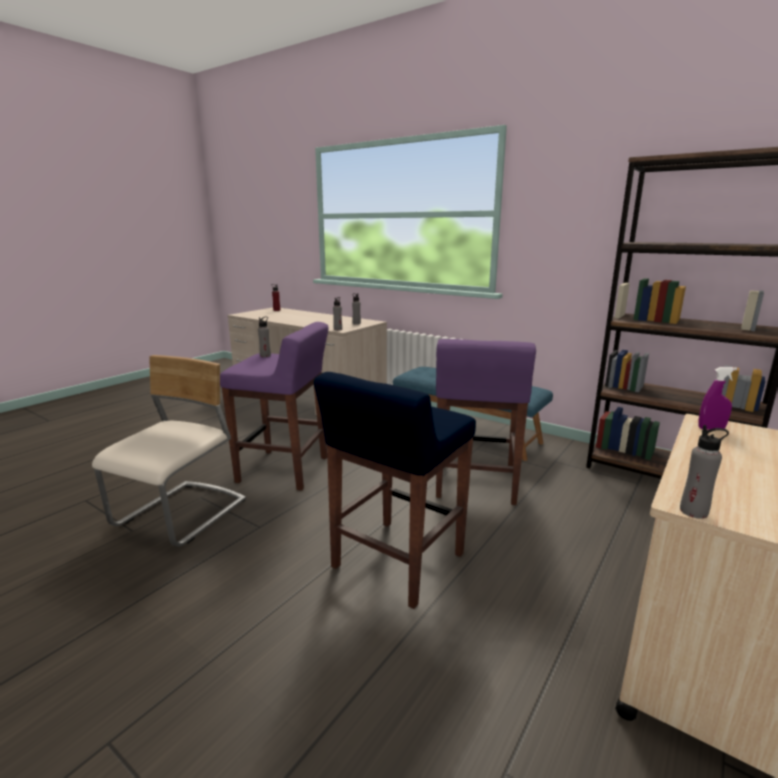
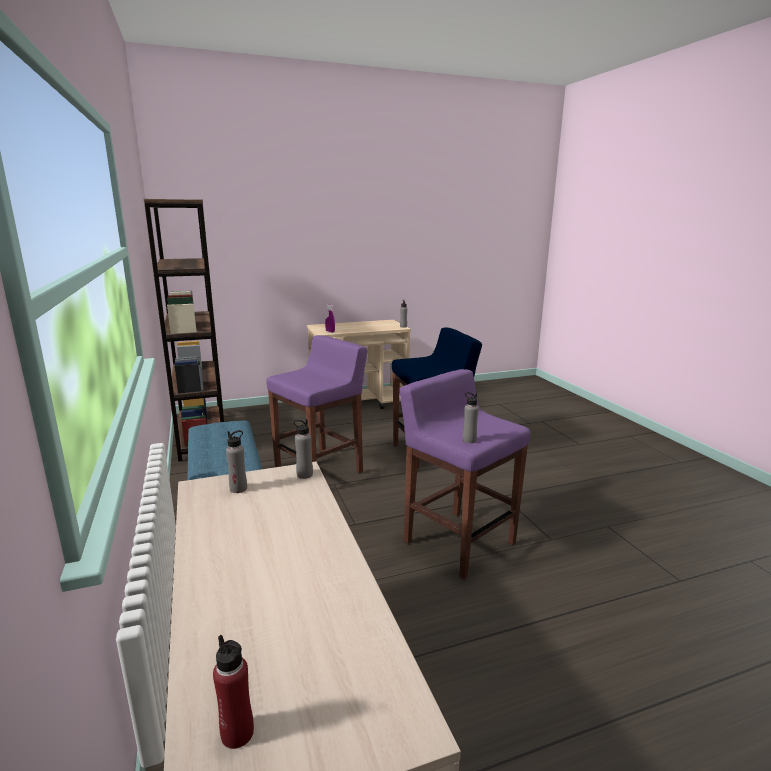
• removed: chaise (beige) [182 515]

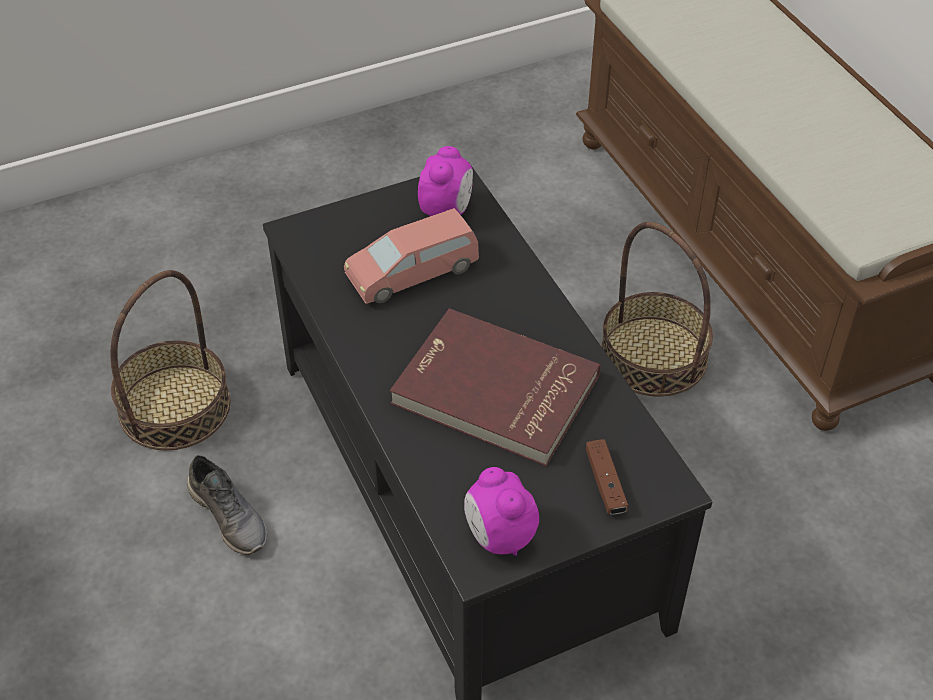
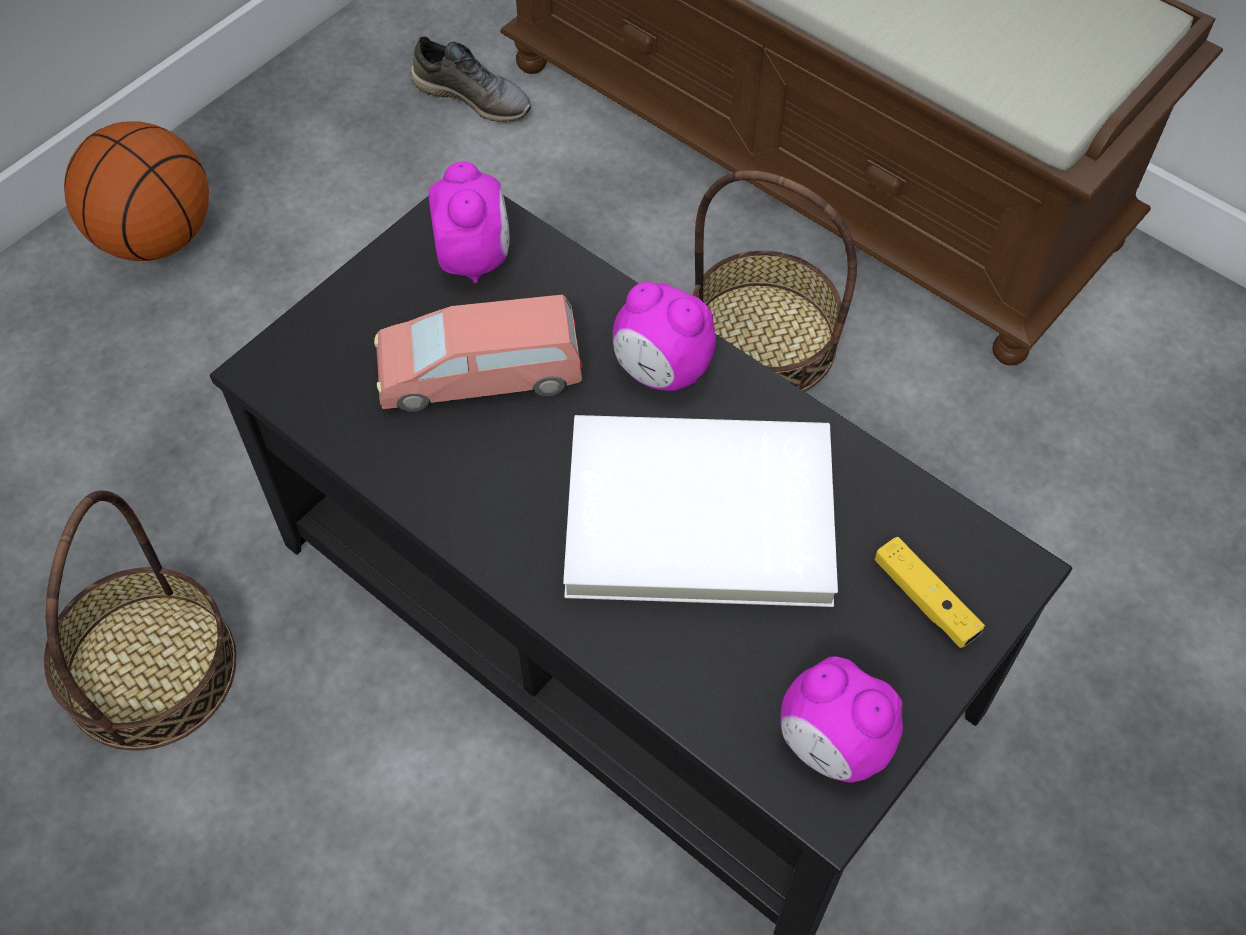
• added: ballon de basket [157 237]
• turned: petite voiture (rose) [412 273] = [480 374] 45 degrees clockwise
• moved: chaussure (gris) [230 515] to [473 96]
• recoloured: livre (rouge) [494 392] to livre (blanc) [699 520]
• added: réveil [661 371]
• recoloured: manette (marron) [605 483] to manette (jaune) [925 599]

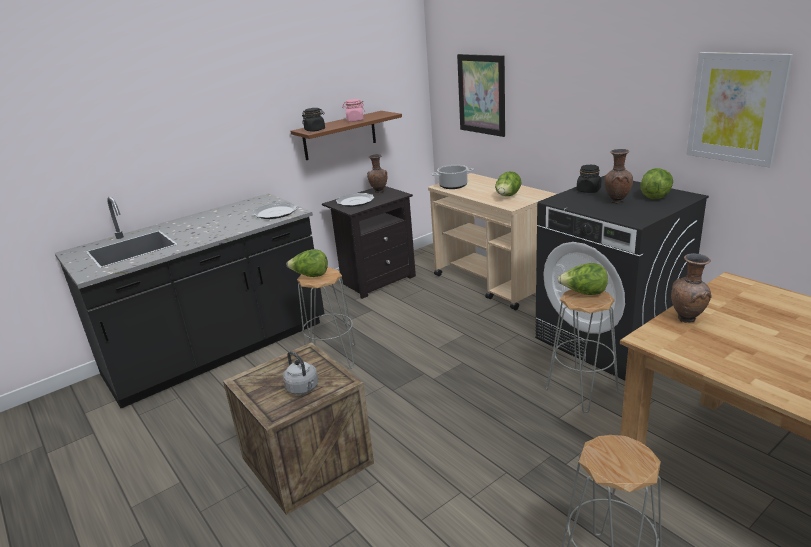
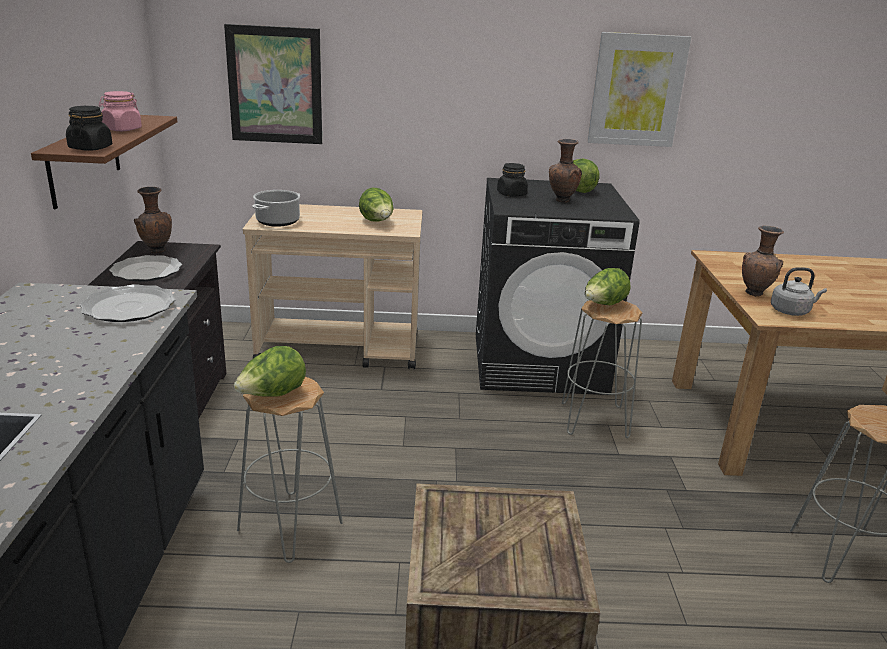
• moved: bouilloire (gris) [303 389] to [791 311]

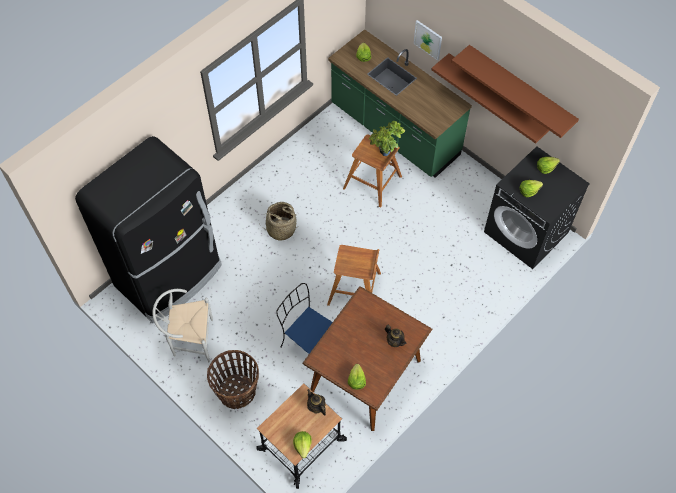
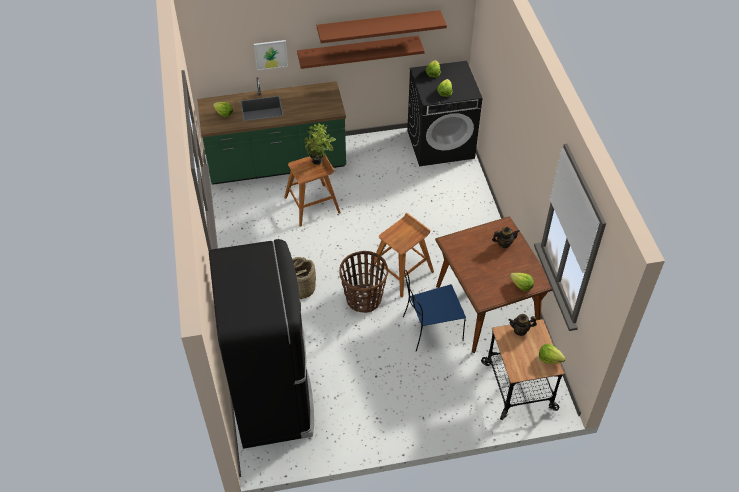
• moved: panier [237 391] to [363 298]
• removed: chaise (blanc) [189 340]

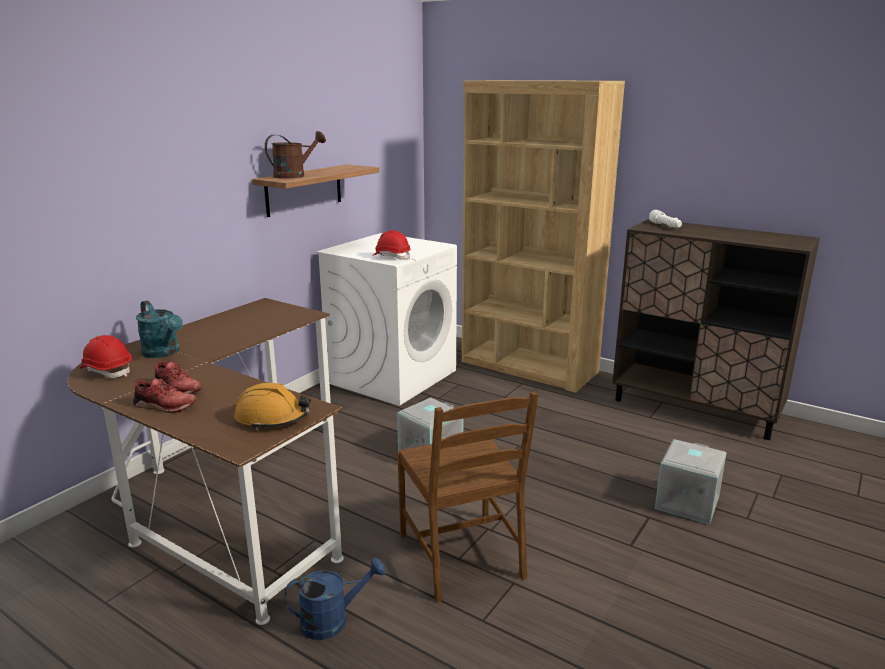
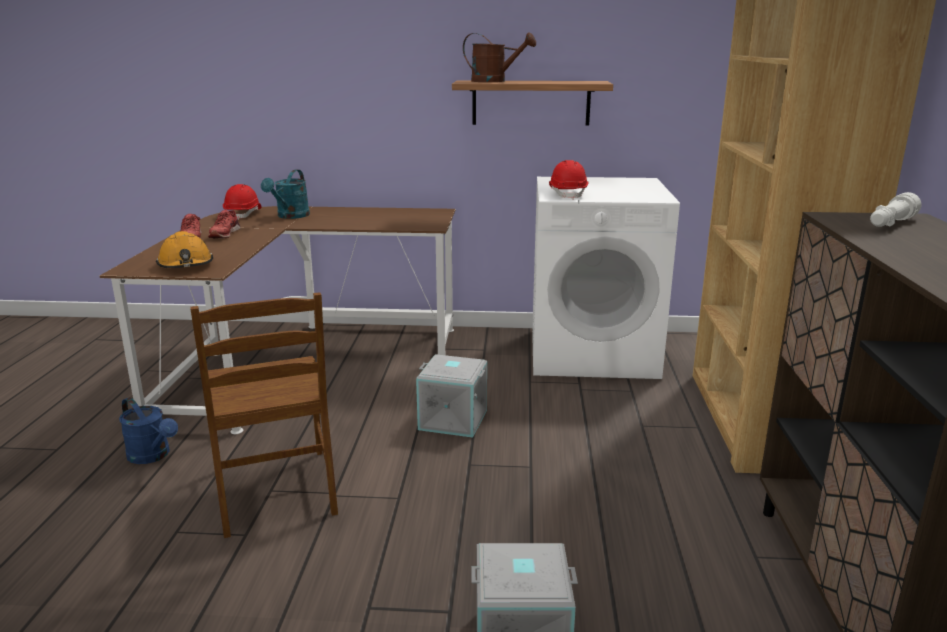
• turned: chaise (marron) [463 556] = [276 491] 60 degrees counterclockwise

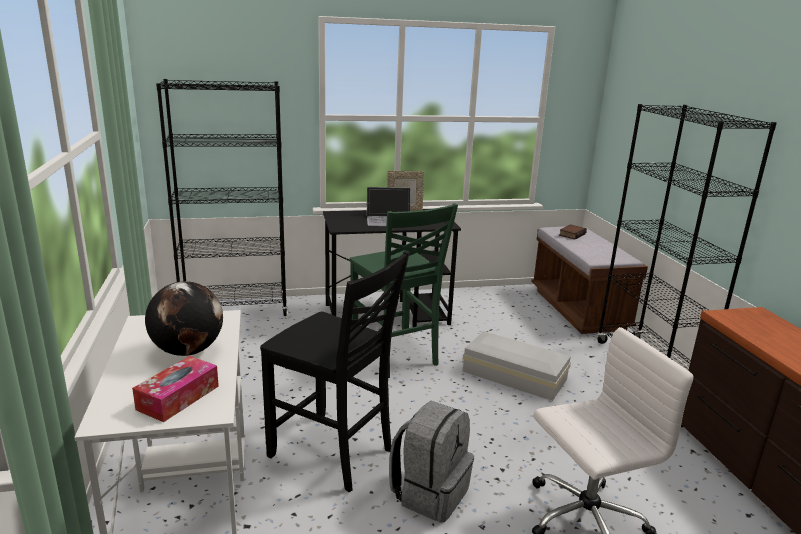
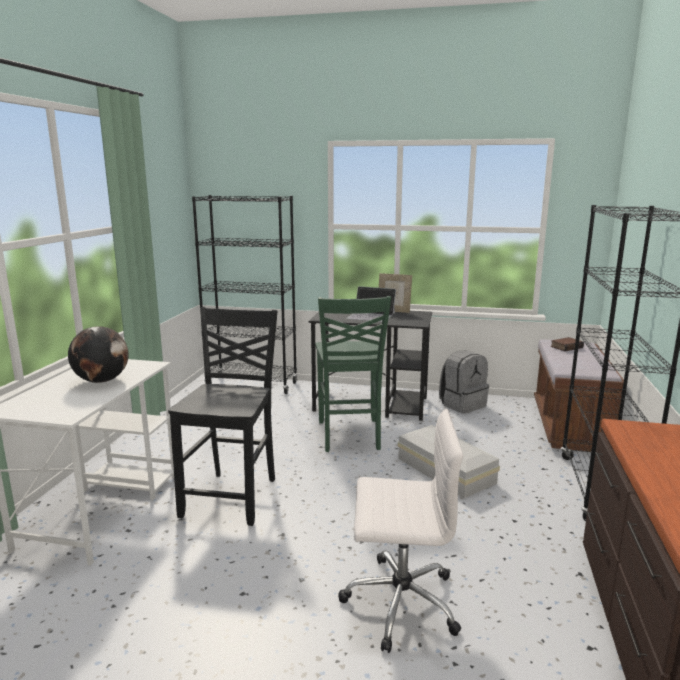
• turned: chaise (noir) [333 453] = [233 497] 135 degrees counterclockwise
• moved: sac à dos (gris) [430 493] to [462 404]
• removed: boîte à mouchoirs [178 397]

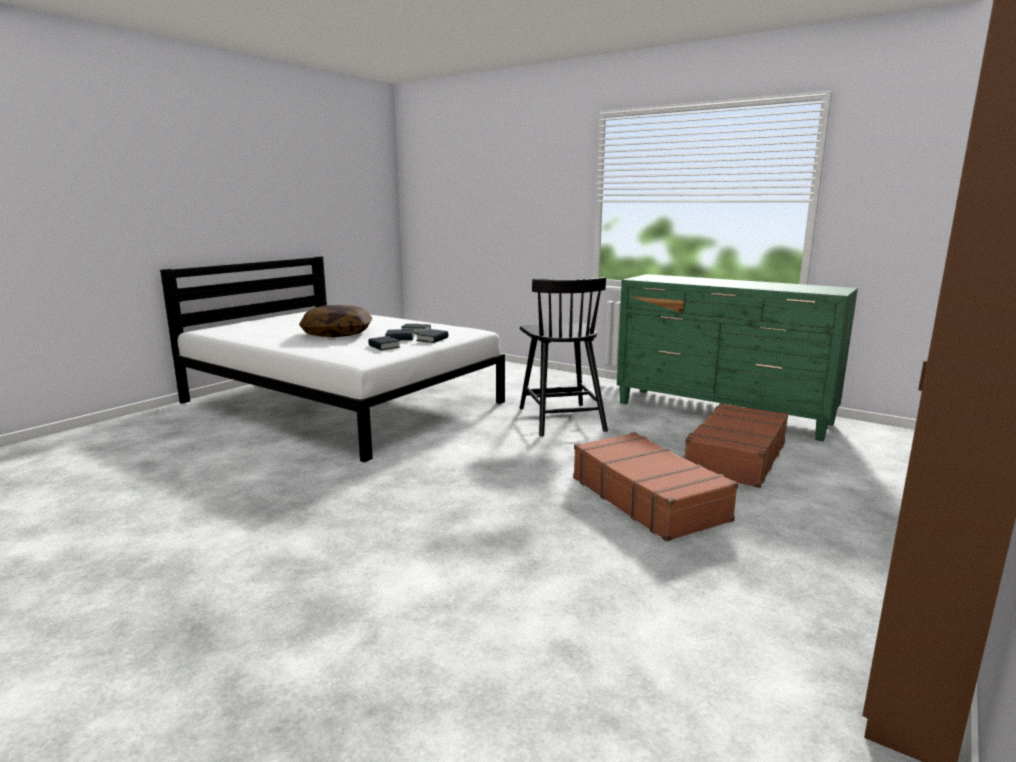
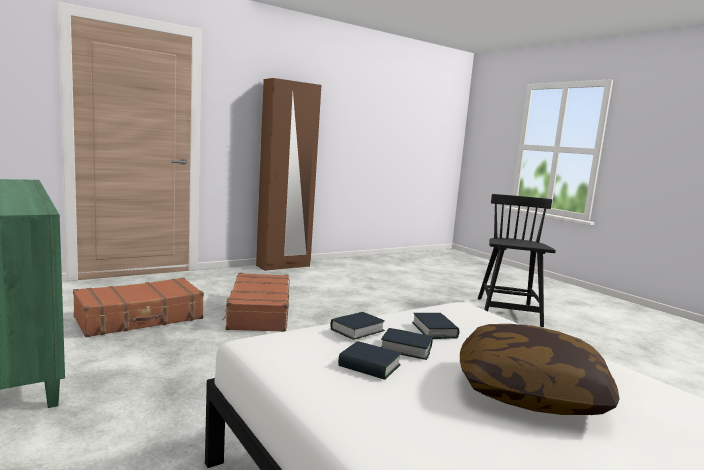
• moved: chaise (noir) [561 419] to [508 312]

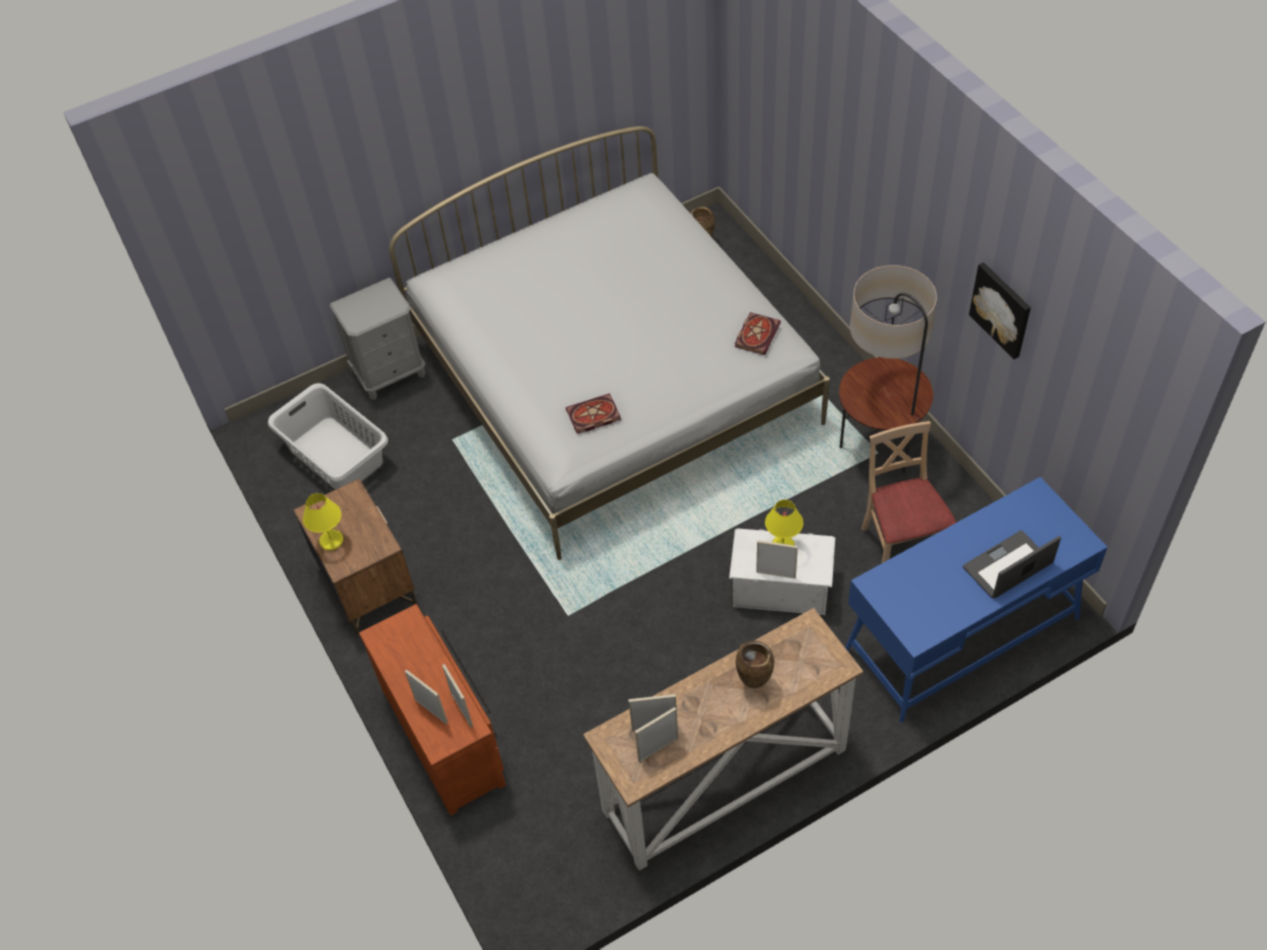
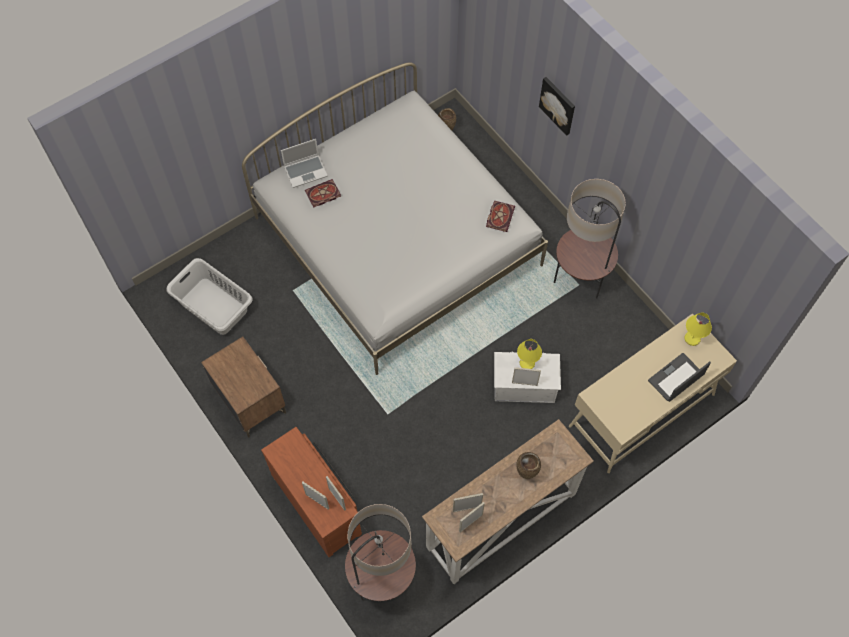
• added: ordinateur portable [306 171]
• moved: livre [592 416] to [322 194]
• added: lampadaire [382 581]
• moved: tableau [1002 309] to [558 105]
• recoloured: bureau (bleu) [961 633] to bureau (beige) [641 410]
• moved: lampe de table (jaune) [331 541] to [692 339]
• removed: table de chevet (gris) [390 373]
• removed: chaise (beige) [900 548]

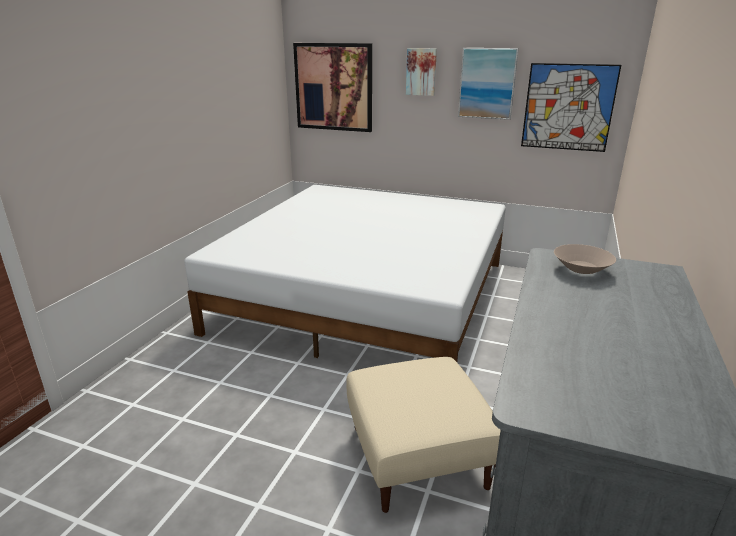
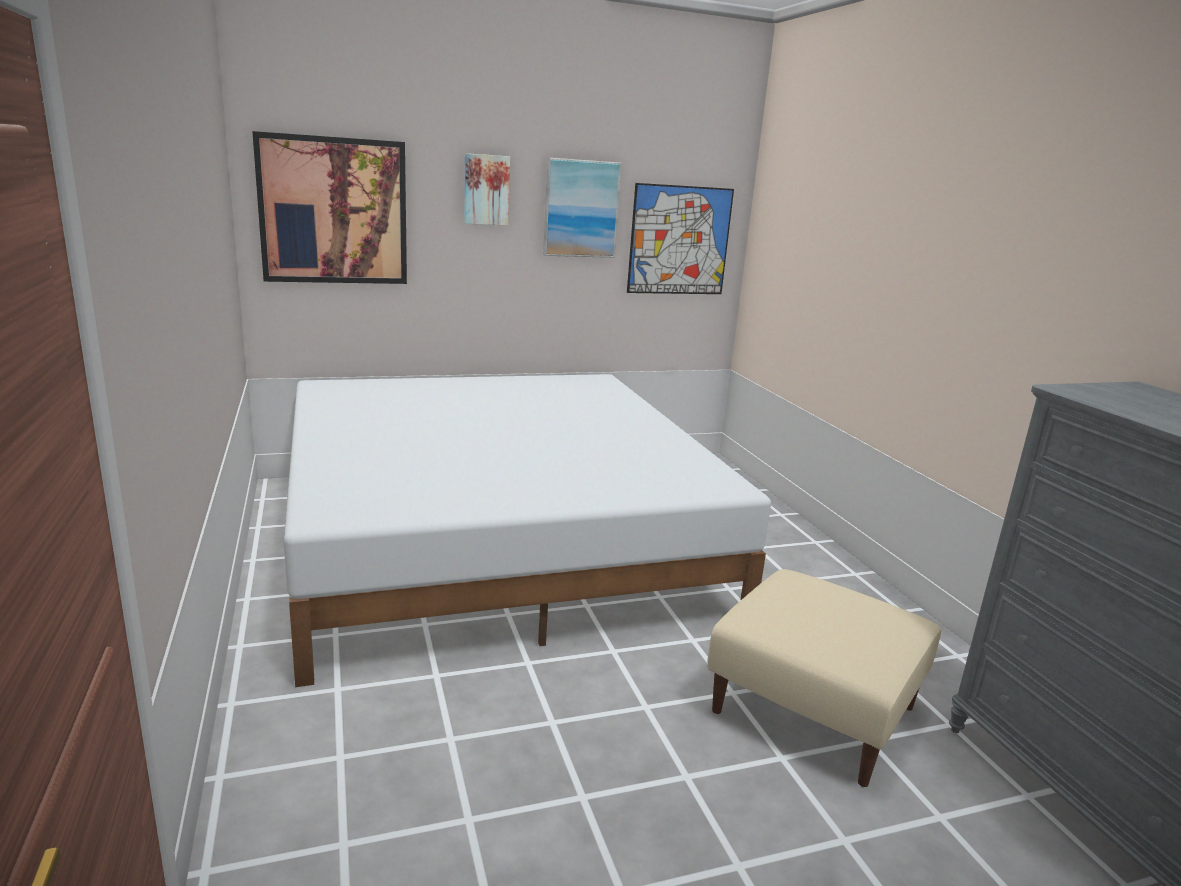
• removed: bol (beige) [581 269]

